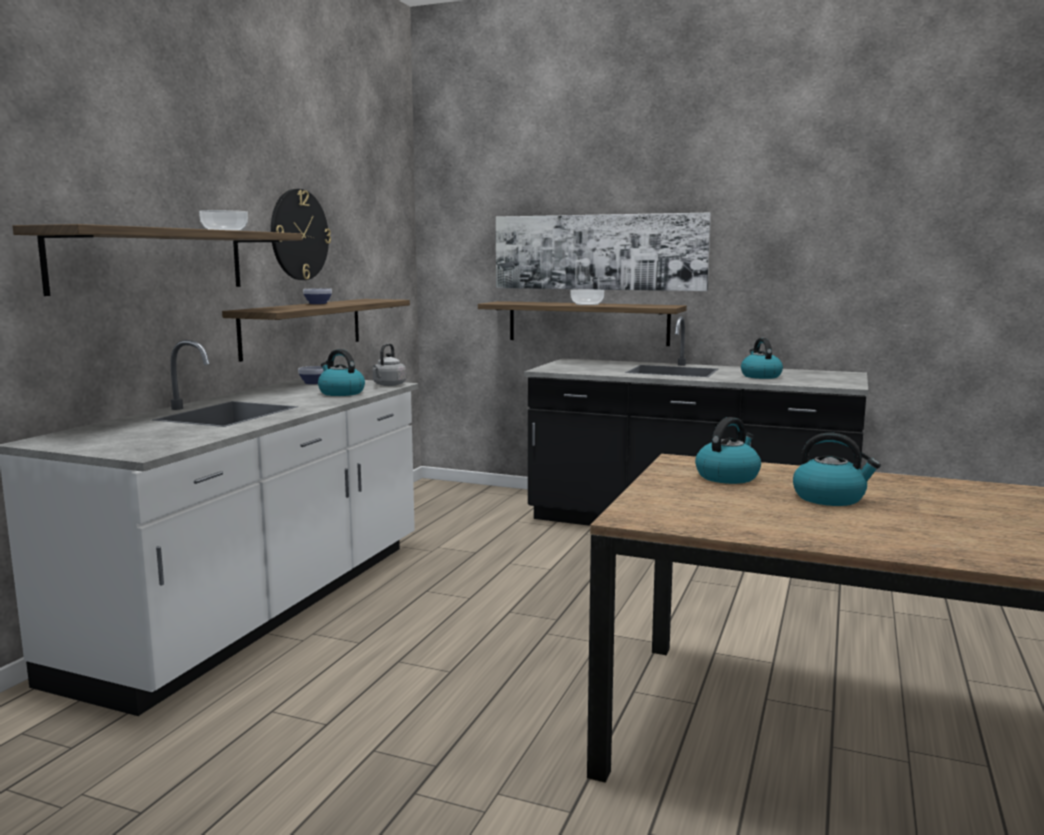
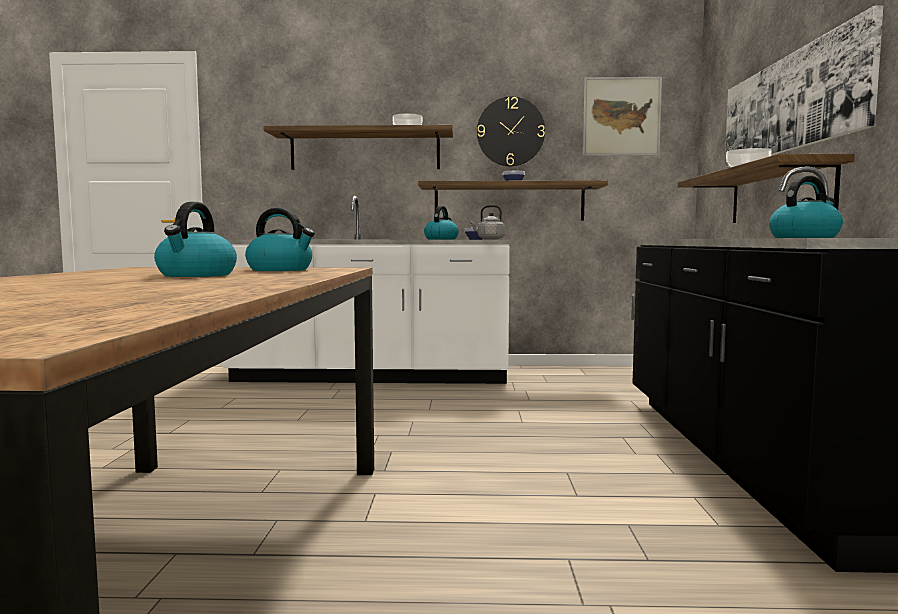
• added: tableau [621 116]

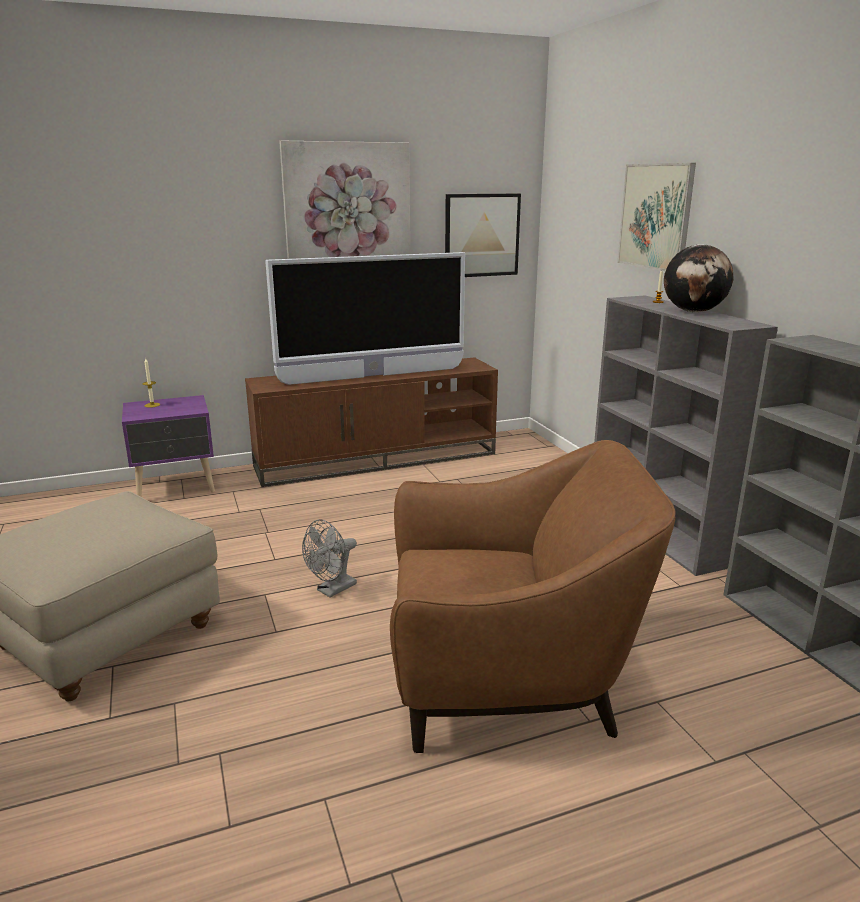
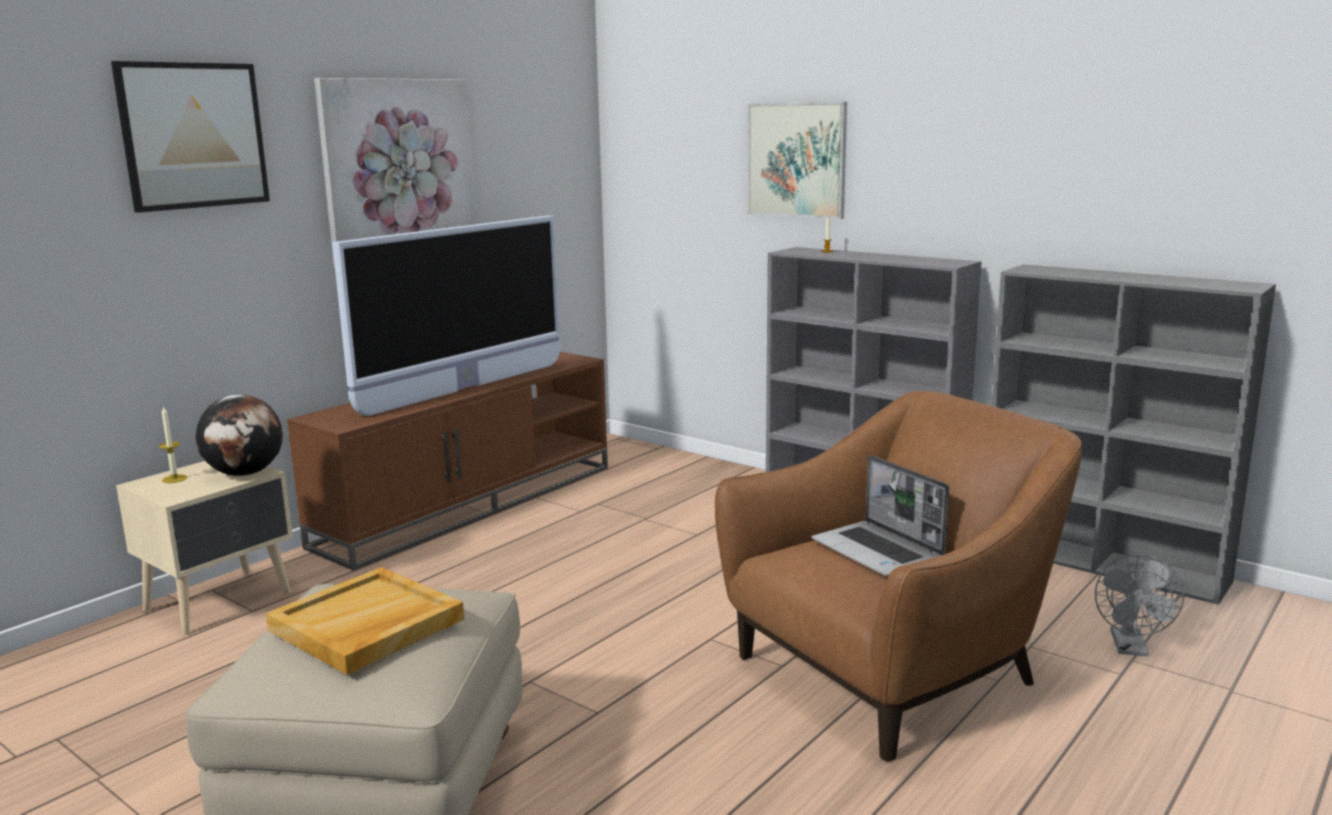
• moved: tableau [481 235] to [193 135]
• recoloured: table de chevet (violet) [177 488] to table de chevet (beige) [221 602]
• moved: globe [694 311] to [245 473]
• added: plateau (beige) [366 626]
• added: ordinateur portable [879 551]
• moved: ventilateur (gris) [332 590] to [1131 648]

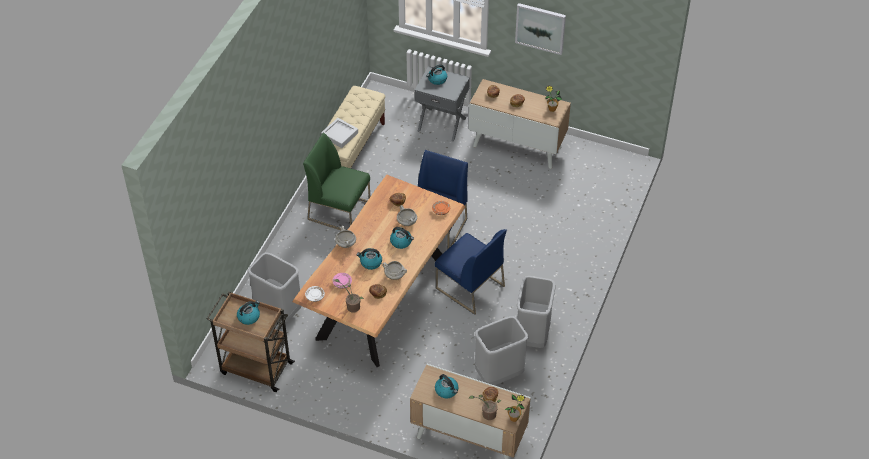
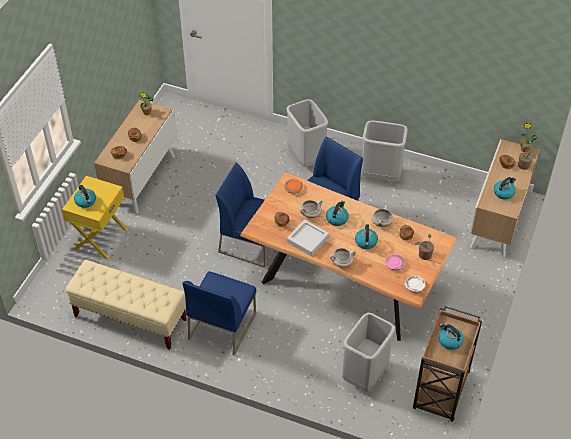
• recoloured: table de chevet (gris) [442 124] to table de chevet (jaune) [100 238]
• recoloured: chaise (vert) [340 210] to chaise (bleu) [222 326]
• moved: poubelle (gris) [499 375] to [306 158]
• moved: plateau (gris) [339 135] to [307 240]
• removed: tableau [540 28]

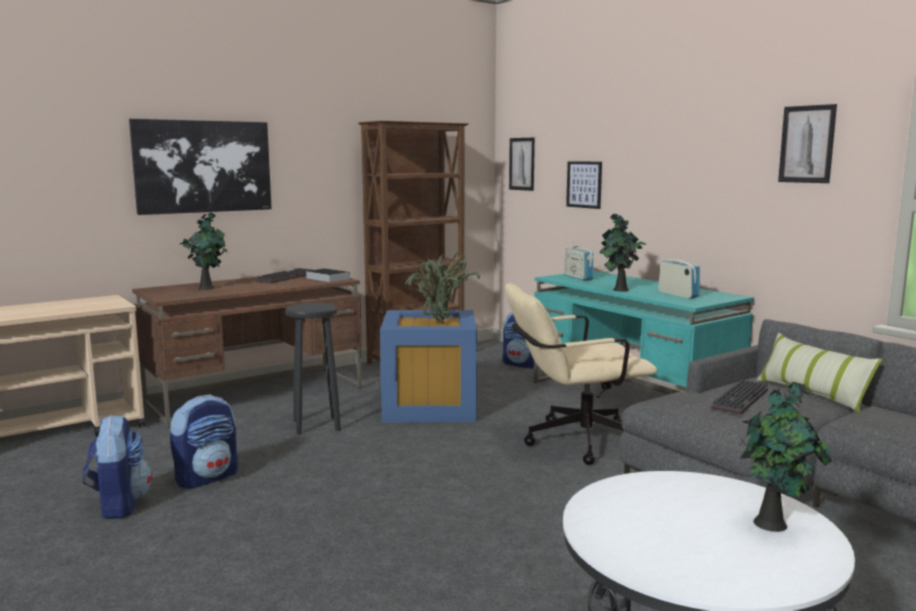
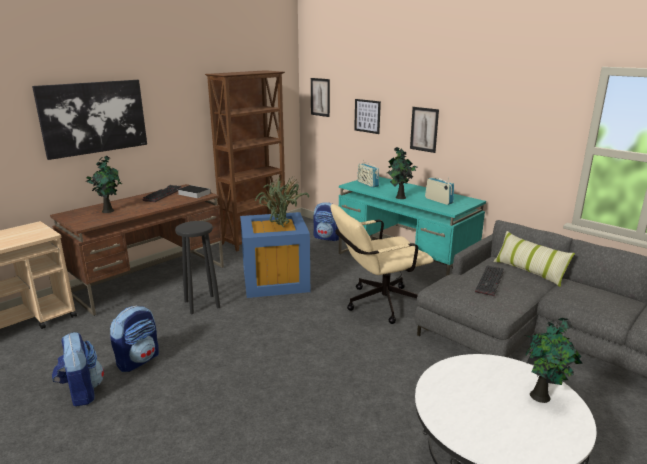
• moved: tableau [807 144] to [424 129]

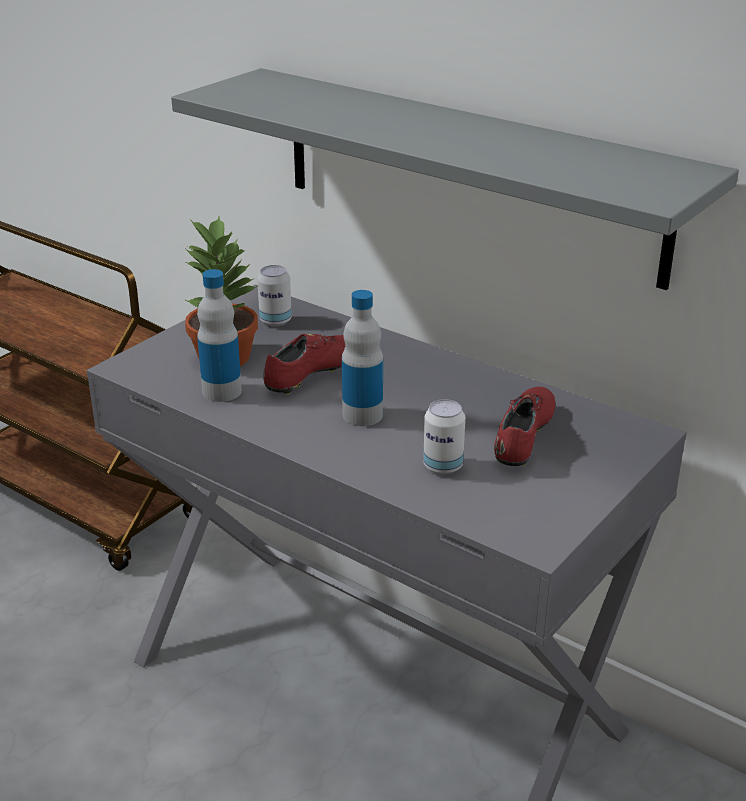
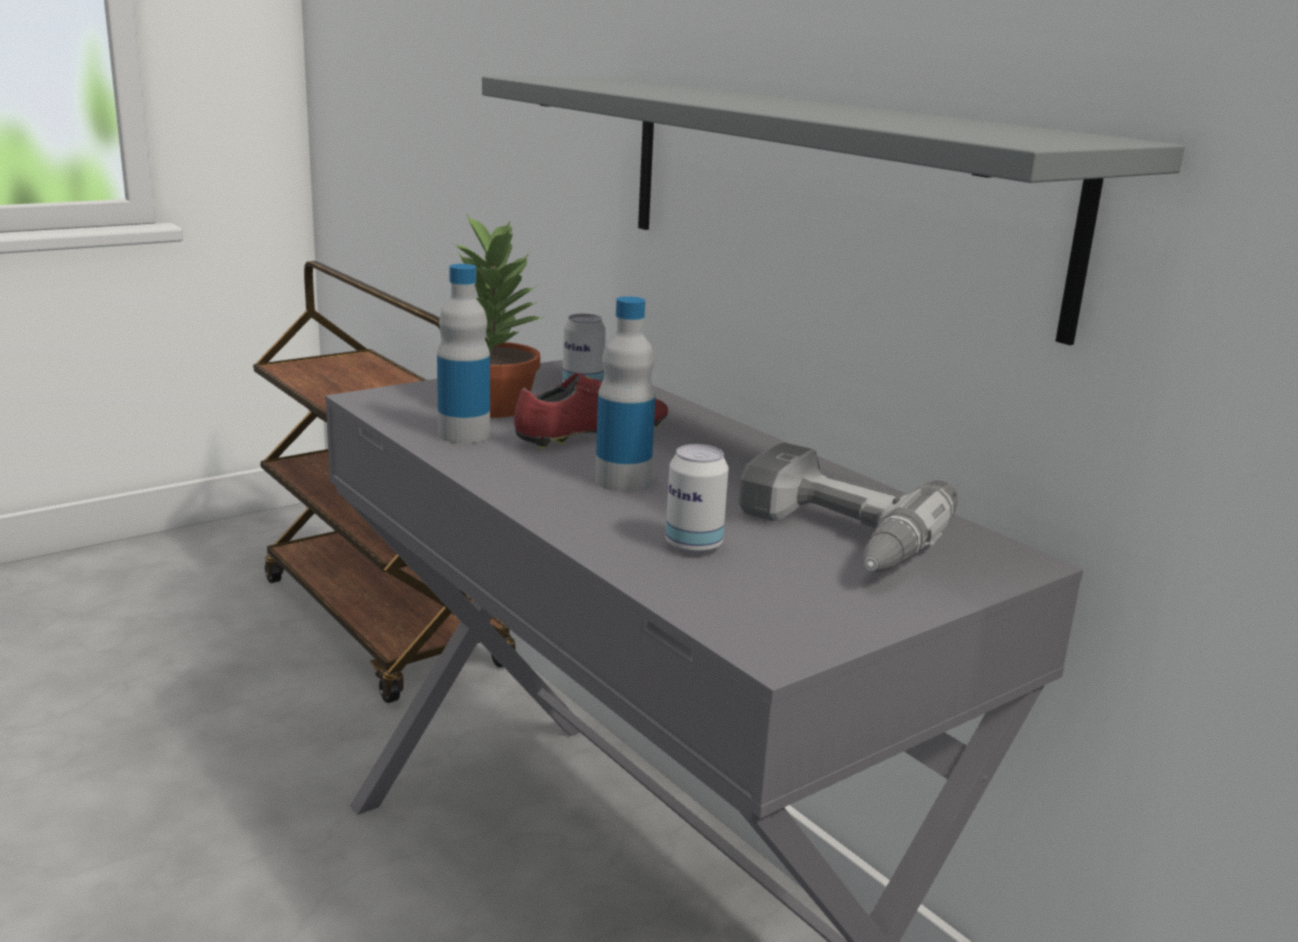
• replaced: chaussure (rouge) [524 437] to perceuse [831 536]

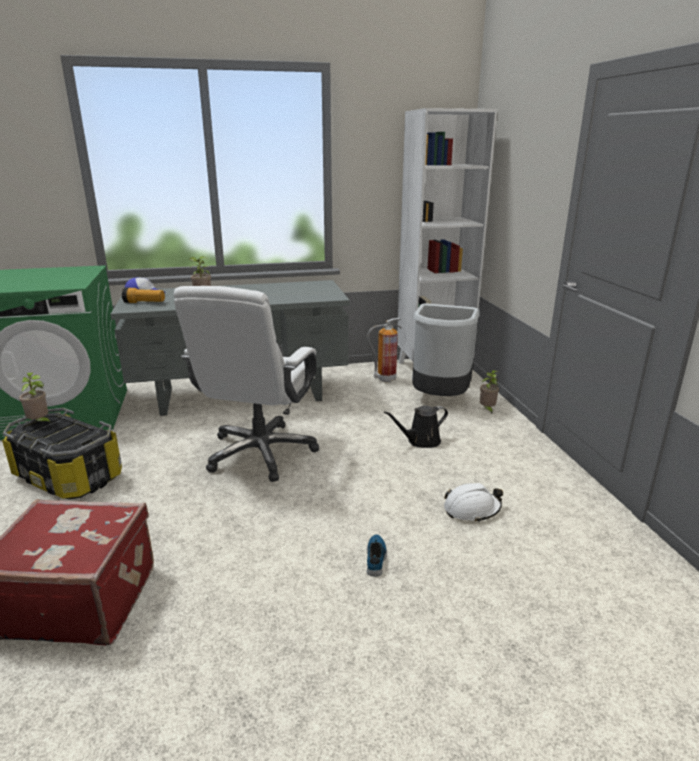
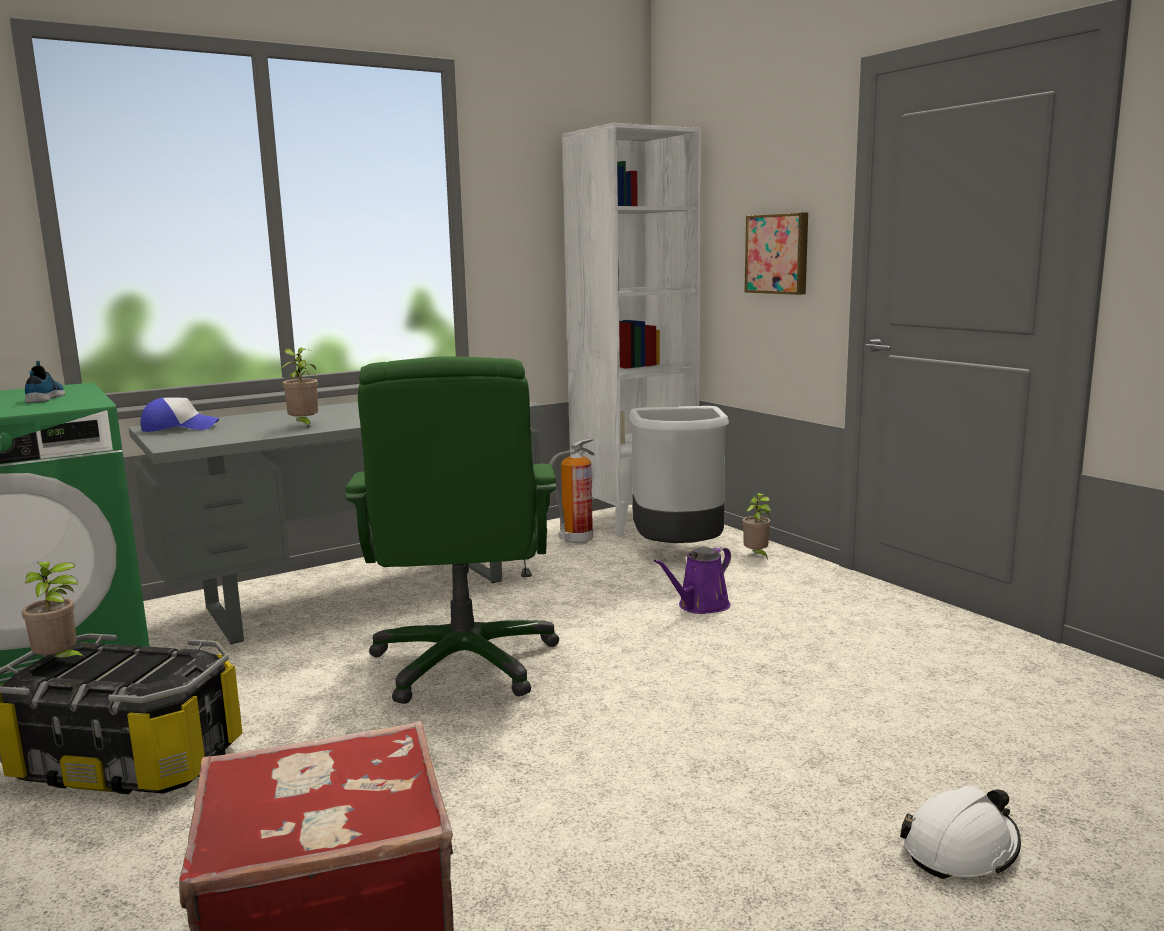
• moved: chaussure [376 558] to [46 397]
• recoloured: chaise de bureau (blanc) [260 453] to chaise de bureau (vert) [465 663]
• recoloured: arrosoir (noir) [421 441] to arrosoir (violet) [700 606]
• added: tableau [778 254]
• moved: casque de chantier (blanc) [472 509] to [961 849]
• removed: lampe de poche [144 303]

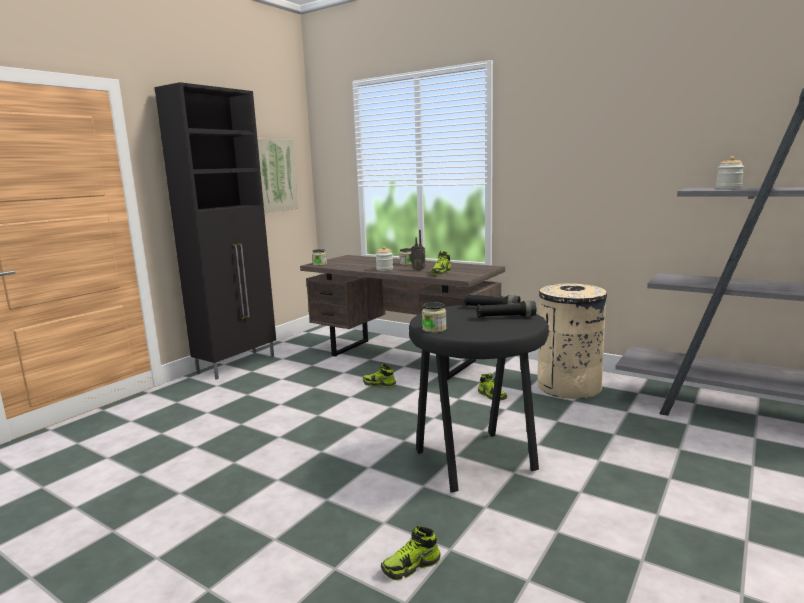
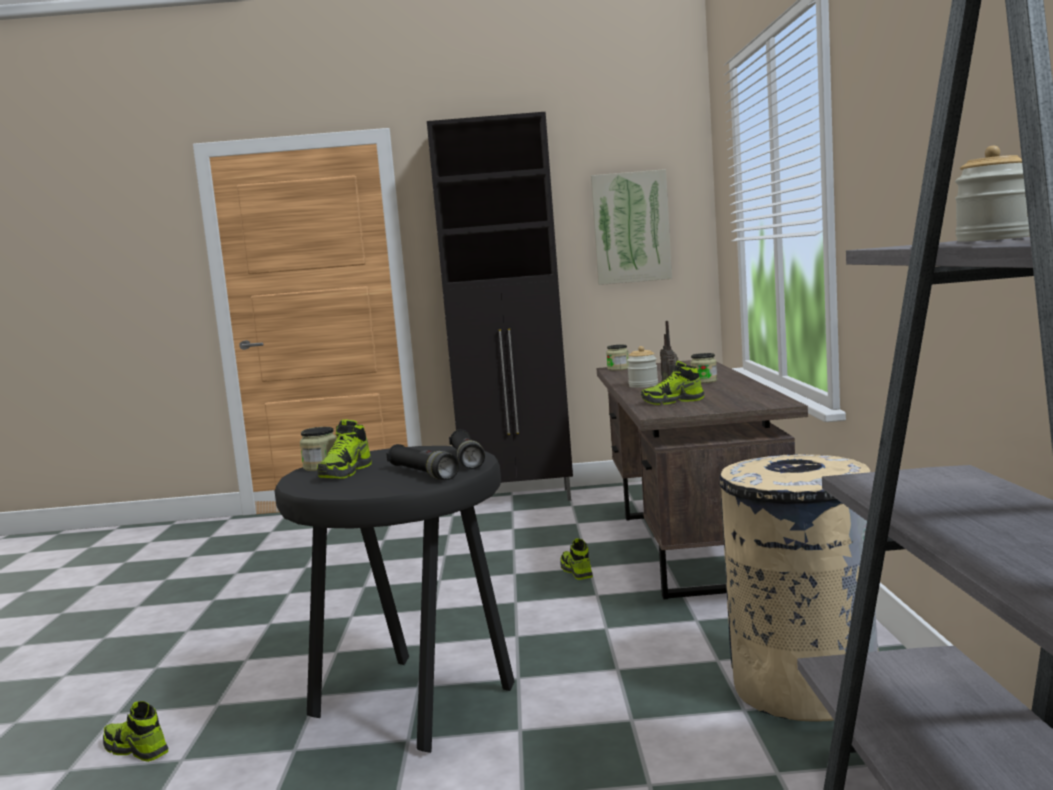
• moved: chaussure [492 396] to [345 472]

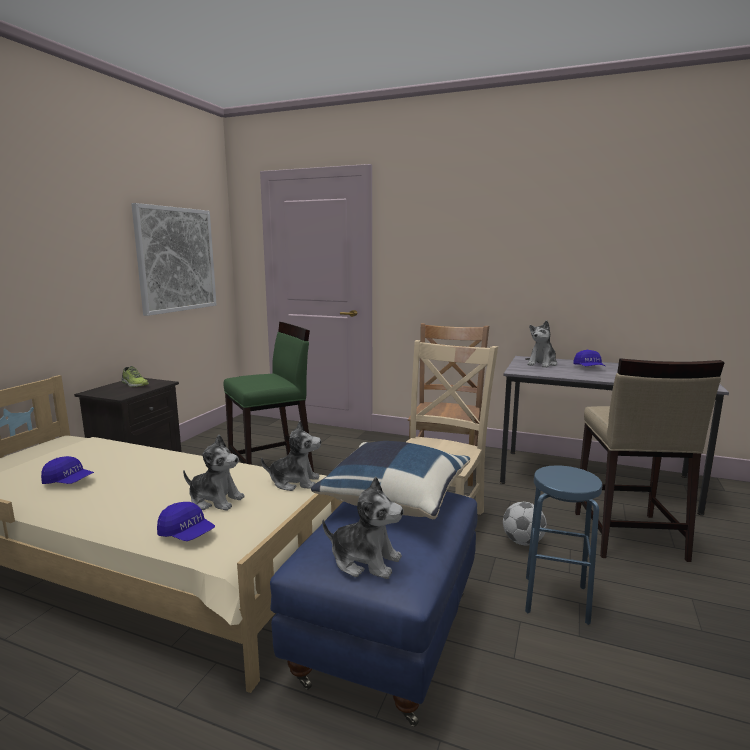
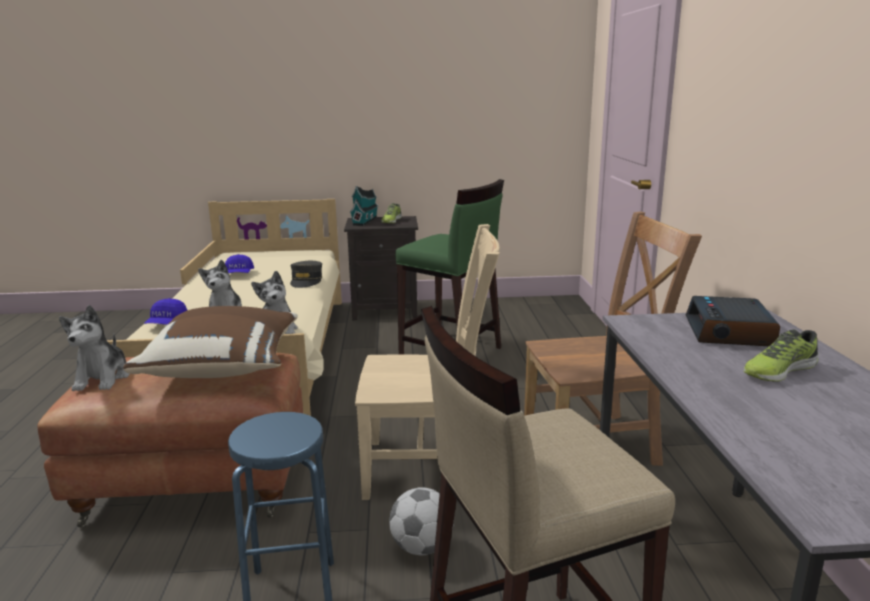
• recoloured: pouf (bleu) [386 633] to pouf (marron) [196 485]
• recoloured: coussin (bleu) [394 499] to coussin (marron) [224 367]
• added: casquette (gris) [306 281]
• added: maison miniature [365 221]
• replaced: peluche [542 364] to réveil [730 332]
• replaced: casquette (bleu) [589 368] to chaussure [778 370]
• removed: tableau [176 259]

